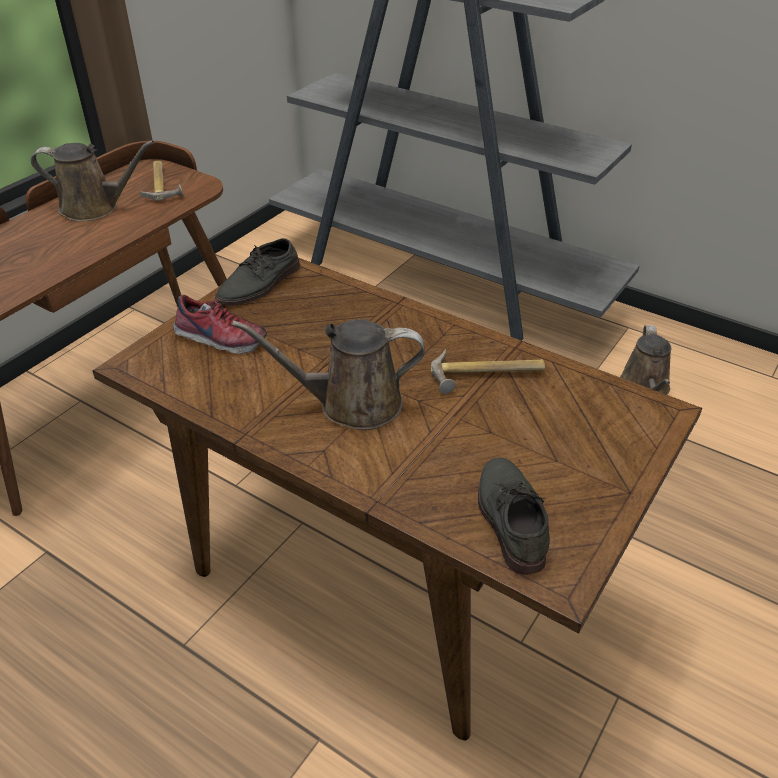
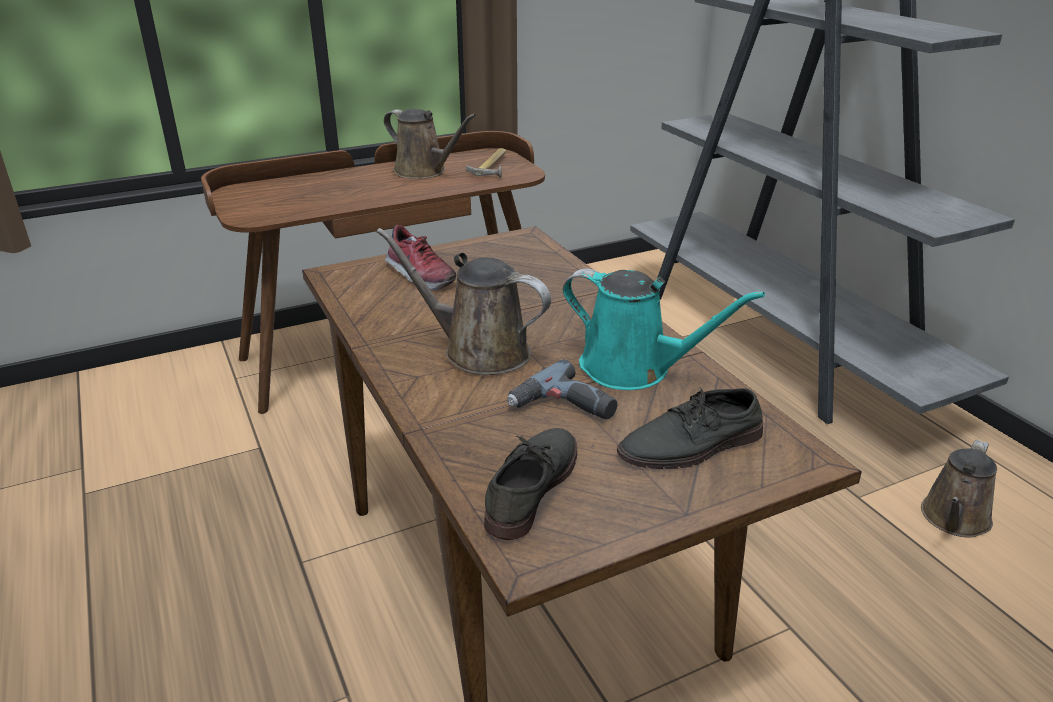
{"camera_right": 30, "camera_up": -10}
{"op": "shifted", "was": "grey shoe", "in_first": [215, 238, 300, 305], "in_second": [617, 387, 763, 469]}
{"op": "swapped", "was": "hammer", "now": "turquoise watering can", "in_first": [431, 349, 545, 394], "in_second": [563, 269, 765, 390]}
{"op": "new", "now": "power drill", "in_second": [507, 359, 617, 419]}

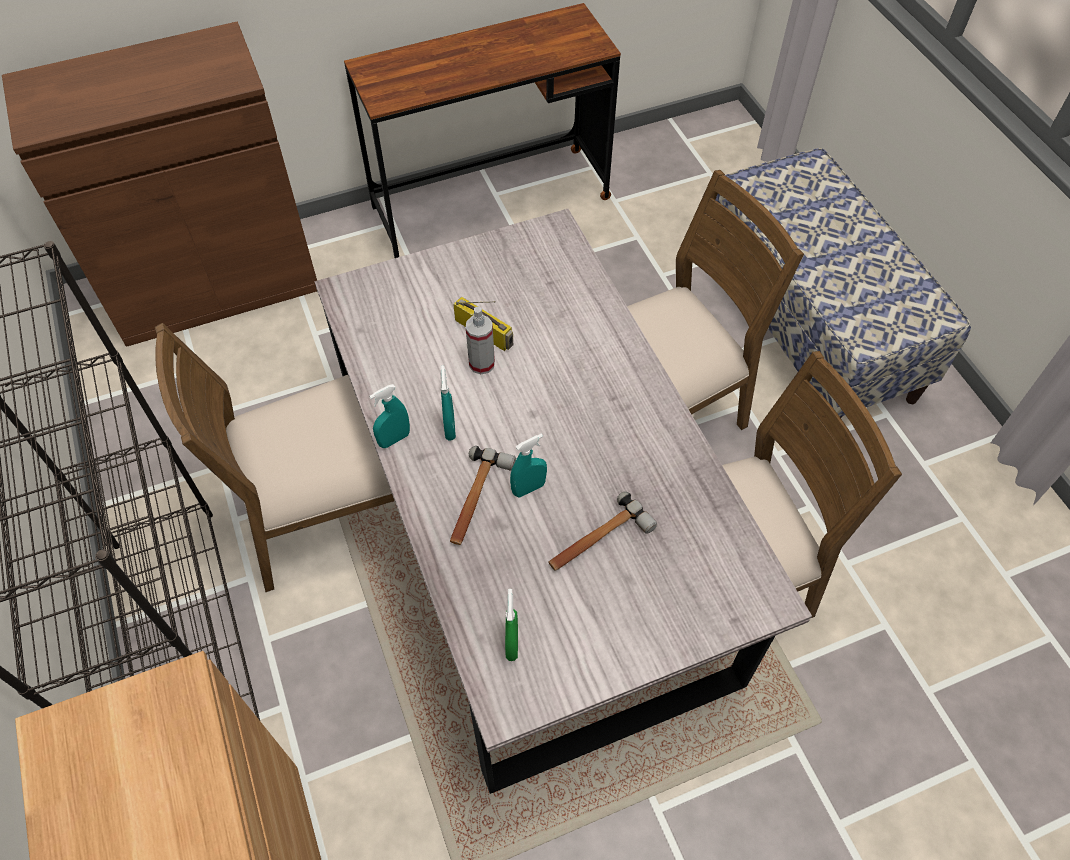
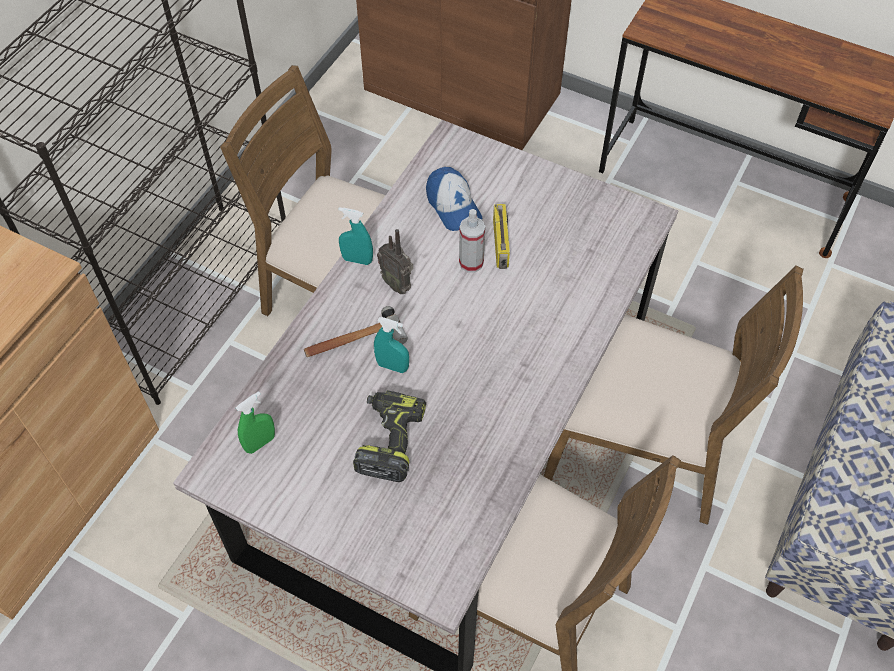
{"camera_right": 50, "camera_up": 0}
{"op": "swapped", "was": "turquoise spray bottle", "now": "radio", "in_first": [440, 365, 456, 441], "in_second": [377, 229, 413, 294]}
{"op": "swapped", "was": "hammer", "now": "power drill", "in_first": [548, 491, 657, 571], "in_second": [353, 390, 426, 482]}
{"op": "new", "now": "cap", "in_second": [426, 167, 483, 231]}

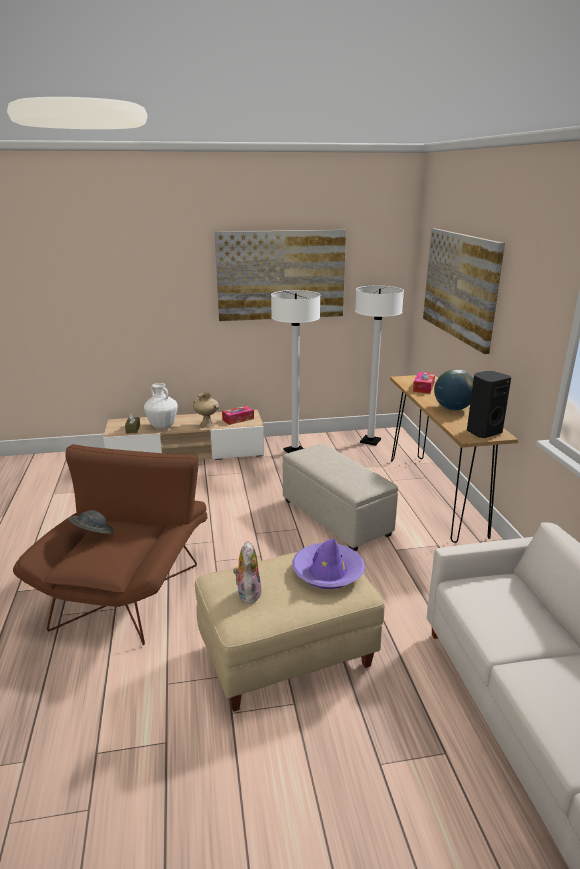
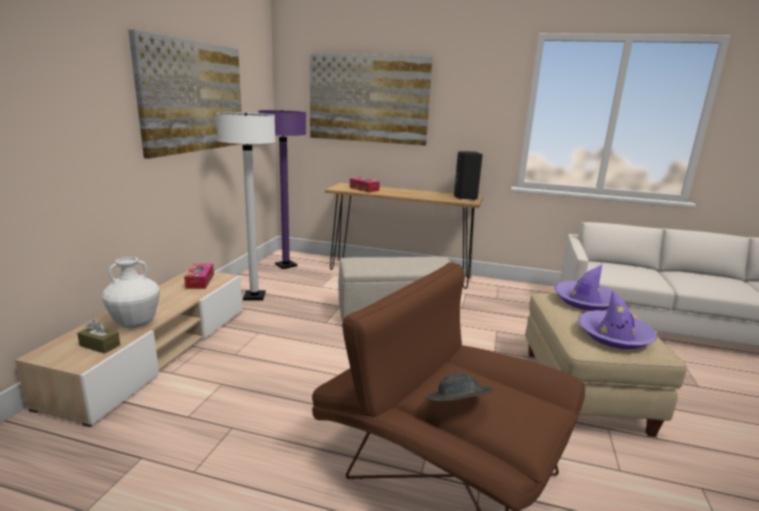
{"camera_right": -65, "camera_up": -5}
{"op": "repainted", "was": "white floor lamp", "now": "purple floor lamp", "in_first": [355, 286, 404, 446], "in_second": [258, 110, 306, 269]}
{"op": "gone", "was": "globe", "in_first": [434, 369, 473, 410]}
{"op": "gone", "was": "beige vase", "in_first": [193, 392, 219, 428]}
{"op": "swapped", "was": "plush toy", "now": "purple hat", "in_first": [233, 541, 262, 604], "in_second": [578, 290, 657, 349]}

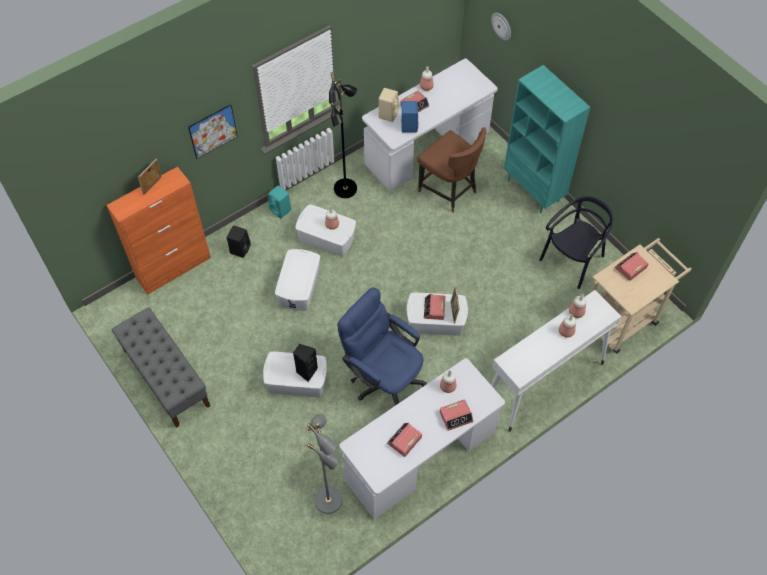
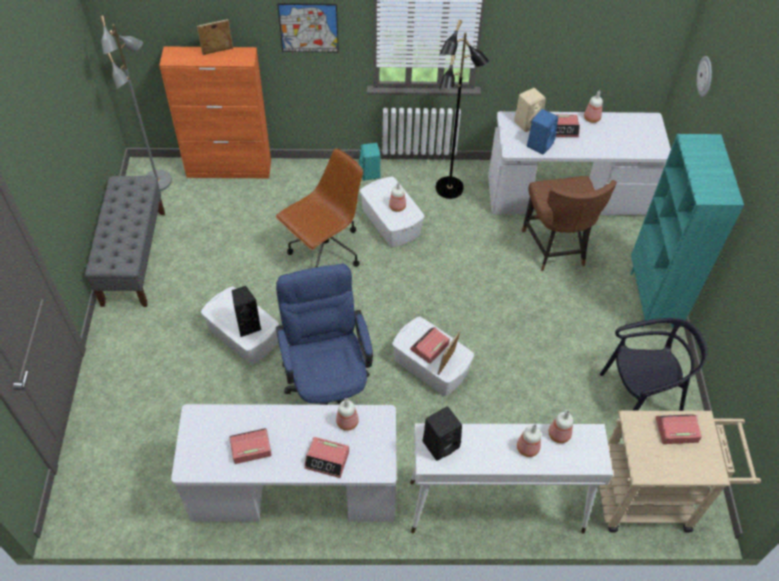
{"camera_right": 35, "camera_up": -5}
{"op": "shifted", "was": "black speaker", "in_first": [227, 225, 251, 258], "in_second": [423, 407, 462, 461]}
{"op": "swapped", "was": "white storage box", "now": "brown office chair", "in_first": [275, 249, 320, 311], "in_second": [276, 148, 363, 268]}
{"op": "shifted", "was": "grey floor lamp", "in_first": [307, 414, 343, 514], "in_second": [100, 15, 172, 191]}

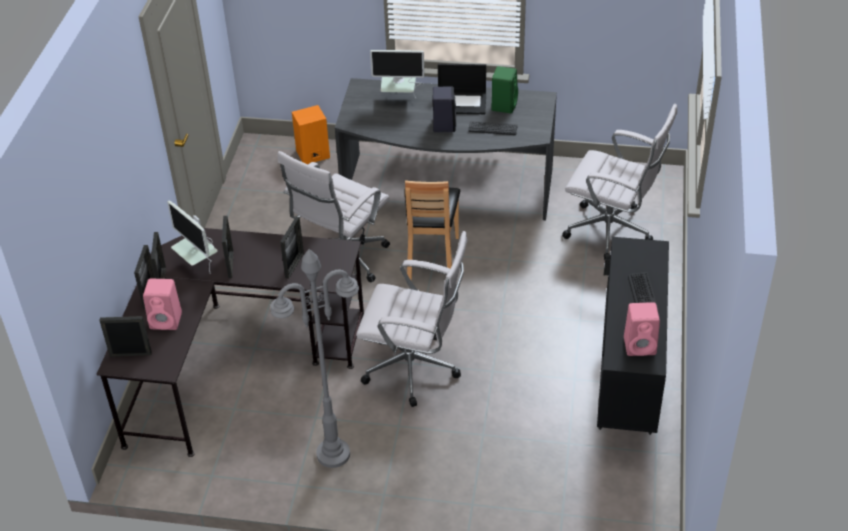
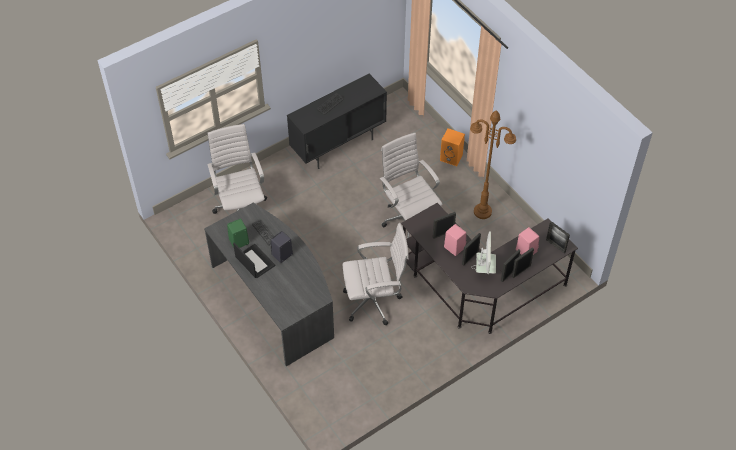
{"camera_right": -135, "camera_up": 10}
{"op": "gone", "was": "monitor", "in_first": [370, 50, 425, 99]}
{"op": "shifted", "was": "orange speaker", "in_first": [292, 105, 330, 164], "in_second": [440, 128, 465, 166]}
{"op": "gone", "was": "brown chair", "in_first": [405, 180, 460, 280]}
{"op": "repainted", "was": "grey floor lamp", "now": "brown floor lamp", "in_first": [270, 249, 359, 468], "in_second": [470, 110, 516, 219]}
{"op": "shifted", "was": "pink speaker", "in_first": [624, 302, 660, 356], "in_second": [444, 224, 466, 256]}

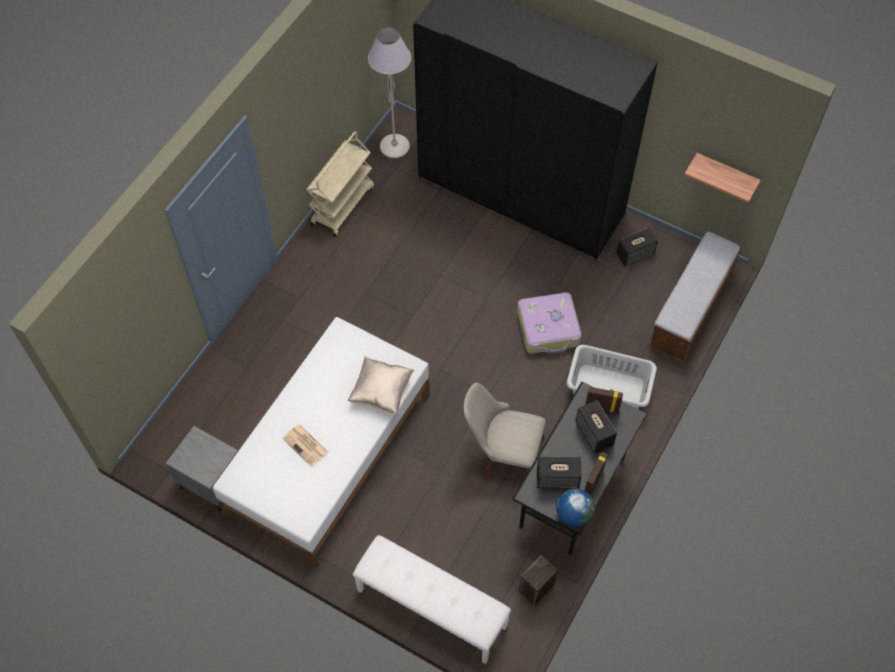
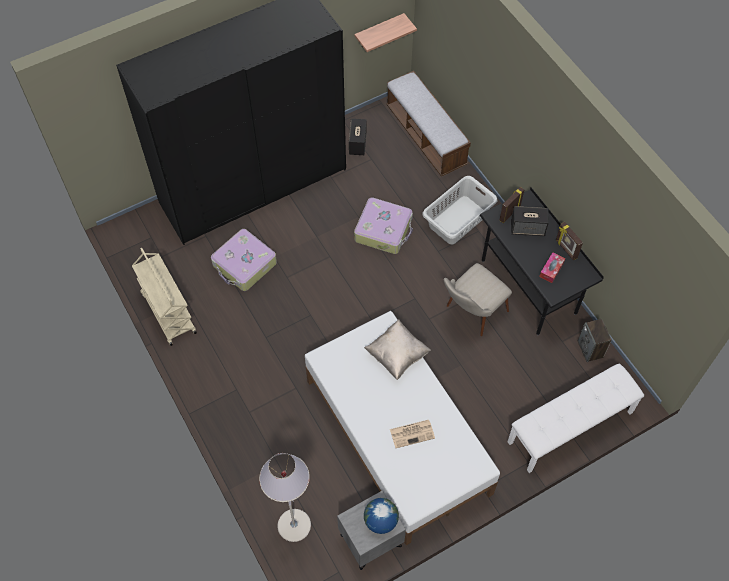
{"camera_right": -60, "camera_up": 0}
{"op": "shifted", "was": "grey floor lamp", "in_first": [368, 28, 411, 158], "in_second": [259, 453, 311, 542]}
{"op": "swapped", "was": "speaker", "now": "tissue box", "in_first": [537, 456, 581, 489], "in_second": [539, 252, 565, 283]}
{"op": "shifted", "was": "globe", "in_first": [556, 488, 595, 527], "in_second": [364, 498, 399, 534]}
{"op": "new", "now": "suitcase", "in_second": [211, 229, 277, 291]}

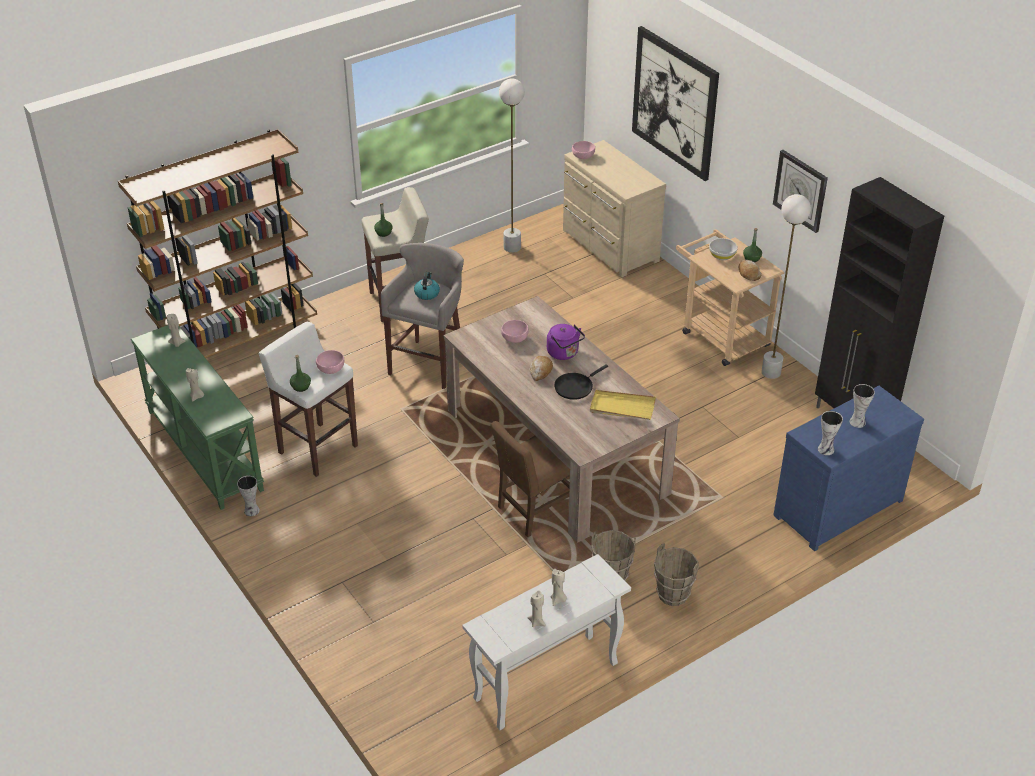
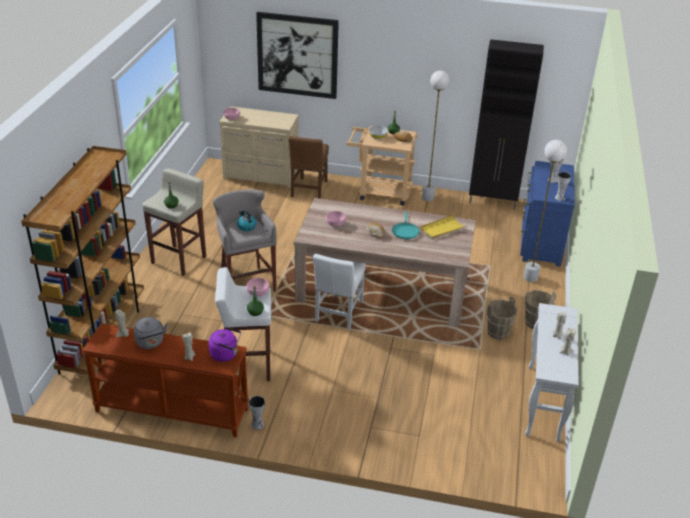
{"camera_right": -45, "camera_up": -5}
{"op": "shifted", "was": "white floor lamp", "in_first": [499, 78, 525, 253], "in_second": [524, 140, 567, 282]}
{"op": "gone", "was": "wall clock", "in_first": [773, 150, 828, 233]}
{"op": "shifted", "was": "purple kettle", "in_first": [547, 324, 585, 360], "in_second": [208, 327, 241, 362]}
{"op": "repainted", "was": "green console table", "now": "brown console table", "in_first": [131, 325, 264, 510], "in_second": [82, 323, 249, 437]}
{"op": "repainted", "was": "black frying pan", "now": "turquoise frying pan", "in_first": [554, 364, 608, 400], "in_second": [392, 212, 419, 239]}
{"op": "shifted", "was": "brown chair", "in_first": [490, 421, 570, 537], "in_second": [288, 136, 329, 199]}
{"op": "new", "now": "white chair", "in_second": [313, 254, 366, 330]}
{"op": "new", "now": "grey kettle", "in_second": [134, 317, 168, 349]}

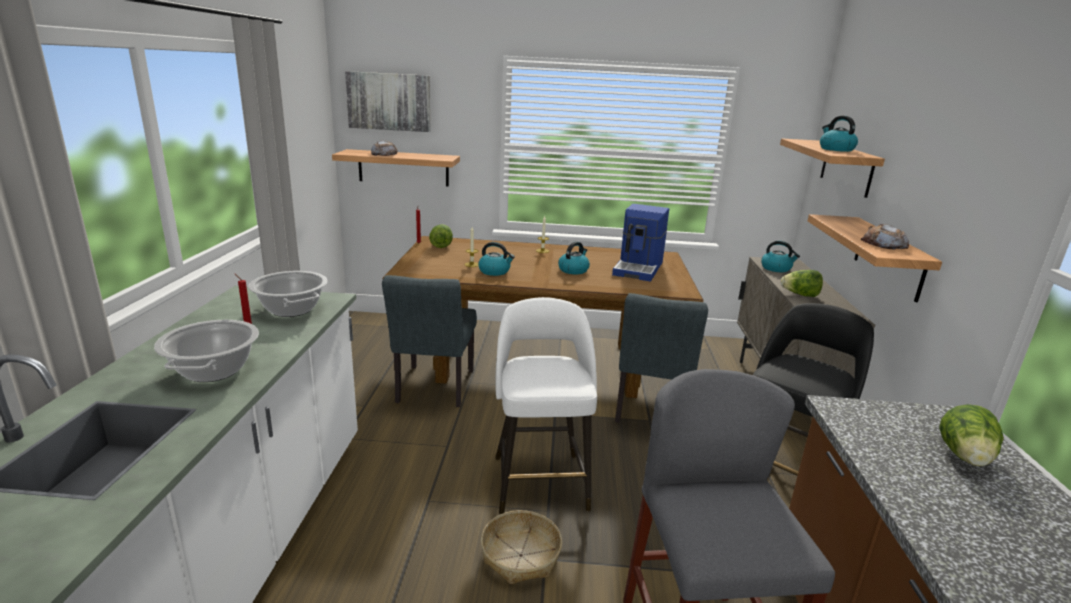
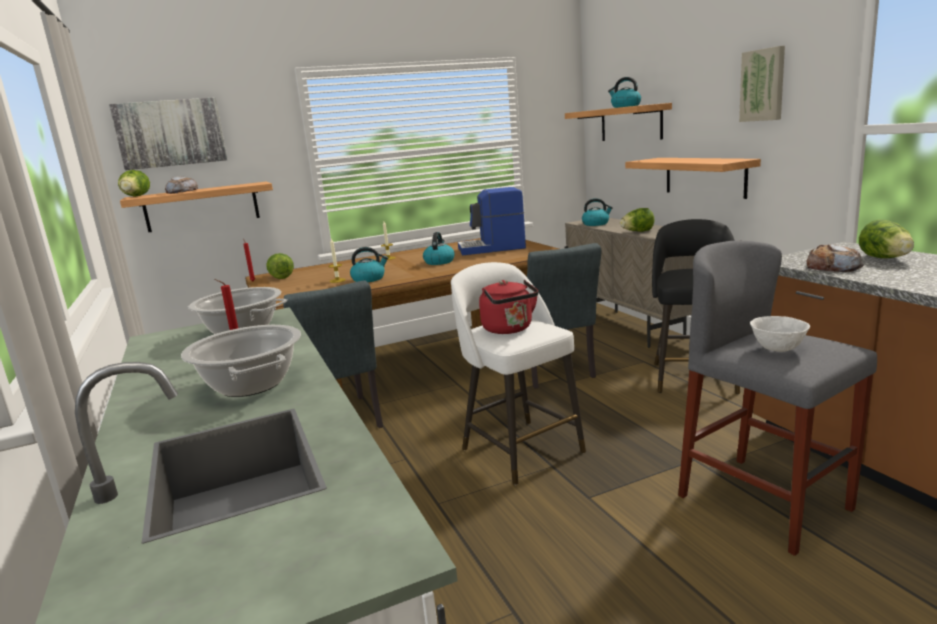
{"camera_right": -25, "camera_up": -5}
{"op": "rotated", "was": "coffee machine", "in_first": [612, 204, 669, 282], "in_second": [458, 187, 526, 255], "clockwise": 90}
{"op": "shifted", "was": "bread", "in_first": [861, 224, 909, 250], "in_second": [806, 244, 864, 272]}
{"op": "gone", "was": "basket", "in_first": [481, 510, 562, 585]}
{"op": "new", "now": "picture", "in_second": [739, 46, 785, 122]}
{"op": "new", "now": "lettuce", "in_second": [118, 170, 150, 197]}
{"op": "new", "now": "red kettle", "in_second": [479, 280, 539, 334]}
{"op": "new", "now": "white bowl", "in_second": [750, 316, 810, 352]}

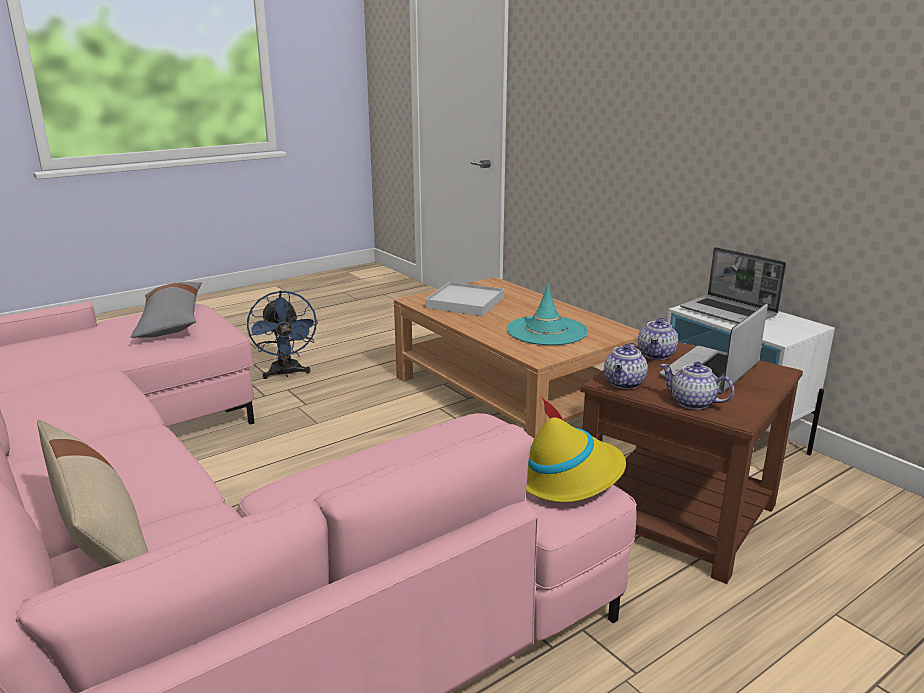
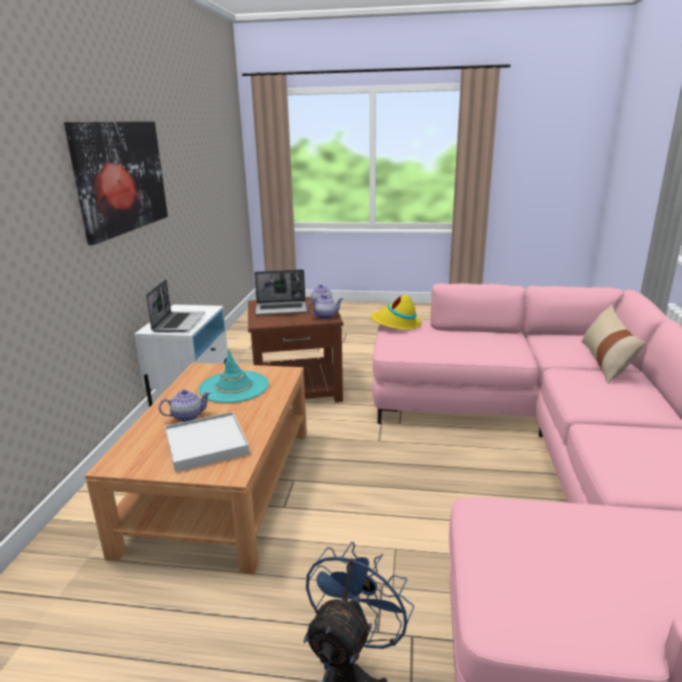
{"camera_right": -135, "camera_up": 0}
{"op": "gone", "was": "grey pillow", "in_first": [131, 282, 202, 338]}
{"op": "shifted", "was": "teapot", "in_first": [638, 317, 678, 360], "in_second": [159, 390, 211, 422]}
{"op": "new", "now": "picture", "in_second": [64, 121, 168, 245]}

